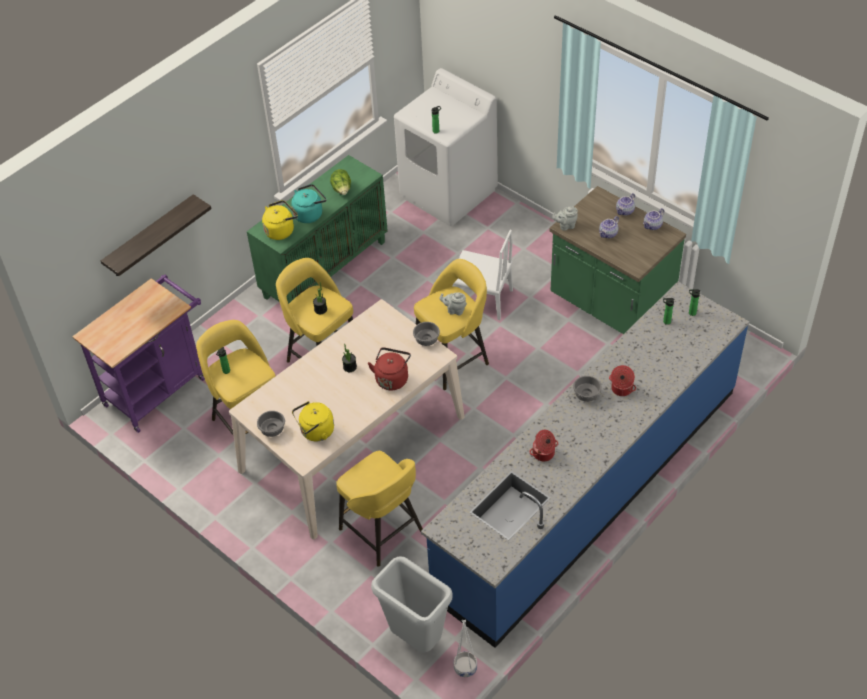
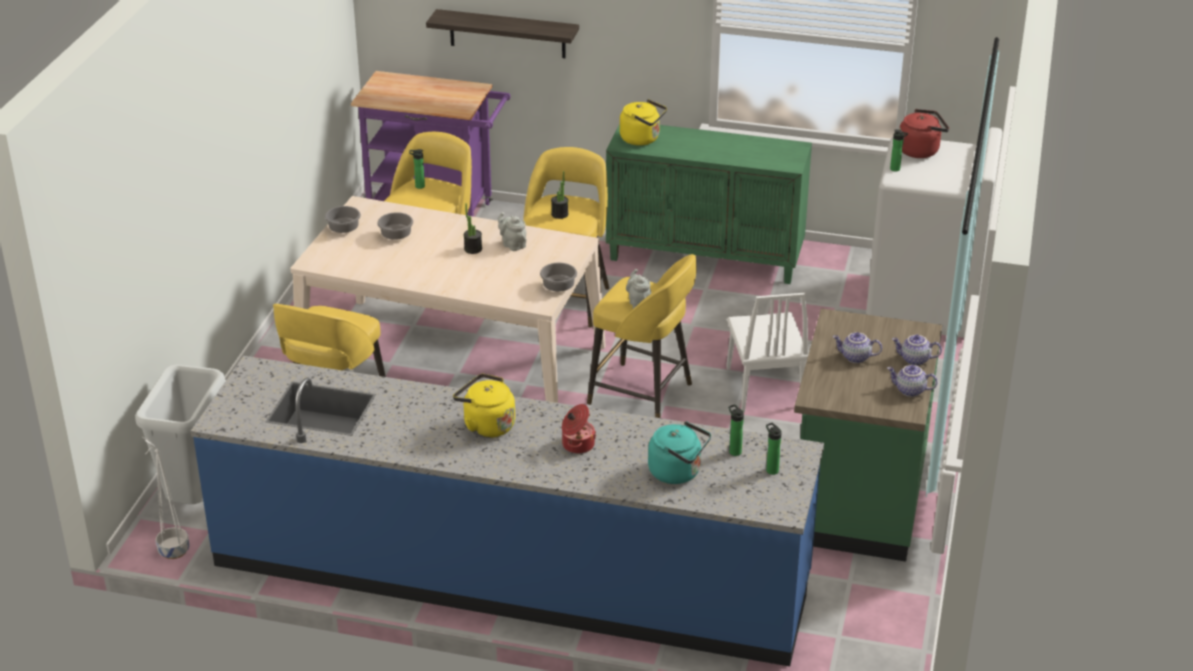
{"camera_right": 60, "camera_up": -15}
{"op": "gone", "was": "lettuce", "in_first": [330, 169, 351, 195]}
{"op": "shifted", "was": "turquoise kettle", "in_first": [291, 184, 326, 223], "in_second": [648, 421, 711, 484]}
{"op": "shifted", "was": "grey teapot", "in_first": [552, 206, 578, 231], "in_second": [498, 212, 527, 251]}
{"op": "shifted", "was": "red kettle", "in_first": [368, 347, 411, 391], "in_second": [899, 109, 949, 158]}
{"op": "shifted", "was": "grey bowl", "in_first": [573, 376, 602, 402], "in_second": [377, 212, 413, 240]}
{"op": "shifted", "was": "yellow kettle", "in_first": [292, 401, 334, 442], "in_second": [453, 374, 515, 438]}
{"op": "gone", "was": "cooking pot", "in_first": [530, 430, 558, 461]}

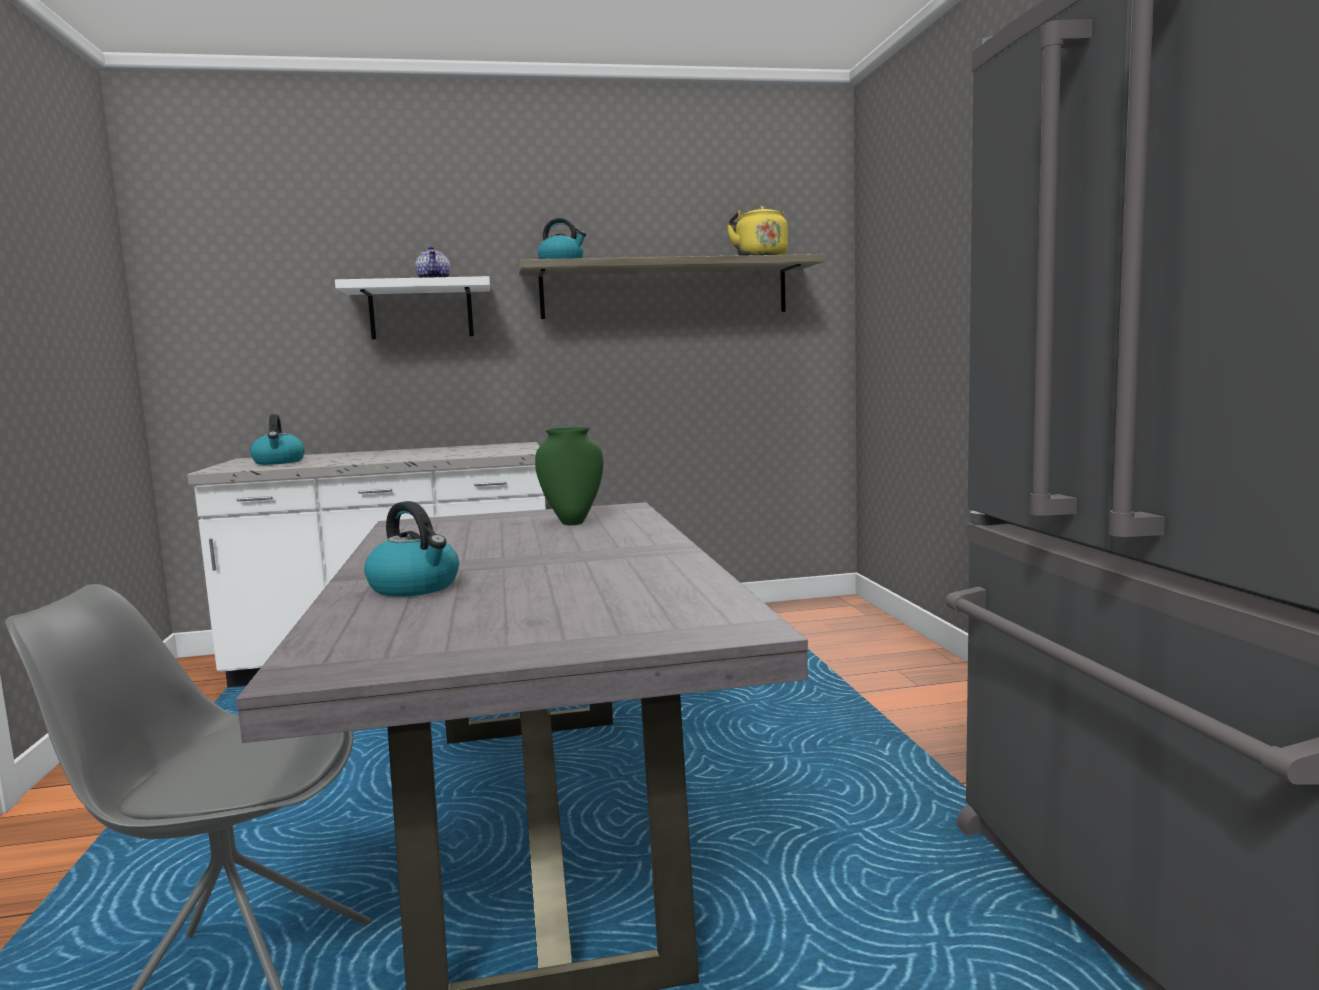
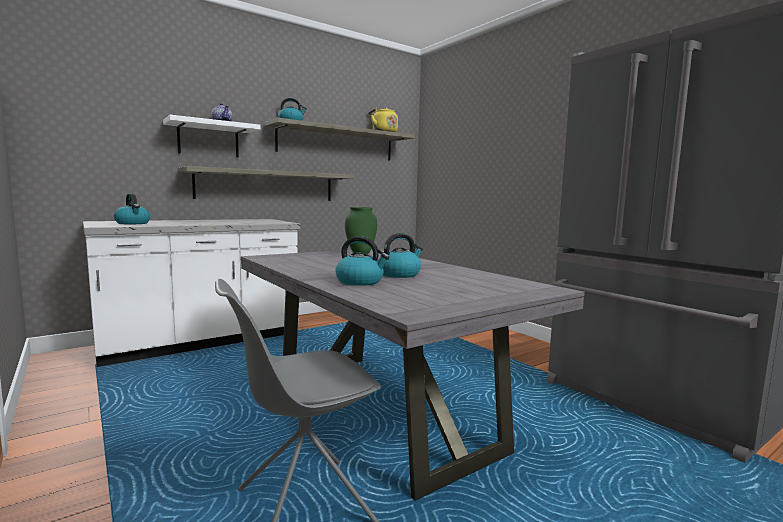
{"camera_right": -25, "camera_up": 0}
{"op": "new", "now": "shelf", "in_second": [179, 166, 354, 201]}
{"op": "new", "now": "kettle", "in_second": [383, 233, 423, 278]}

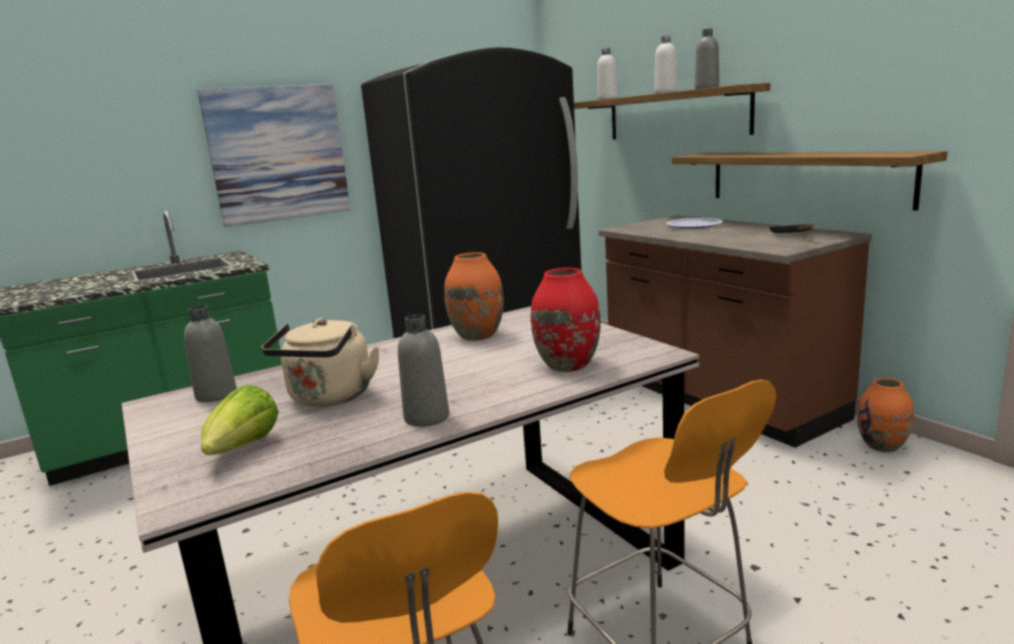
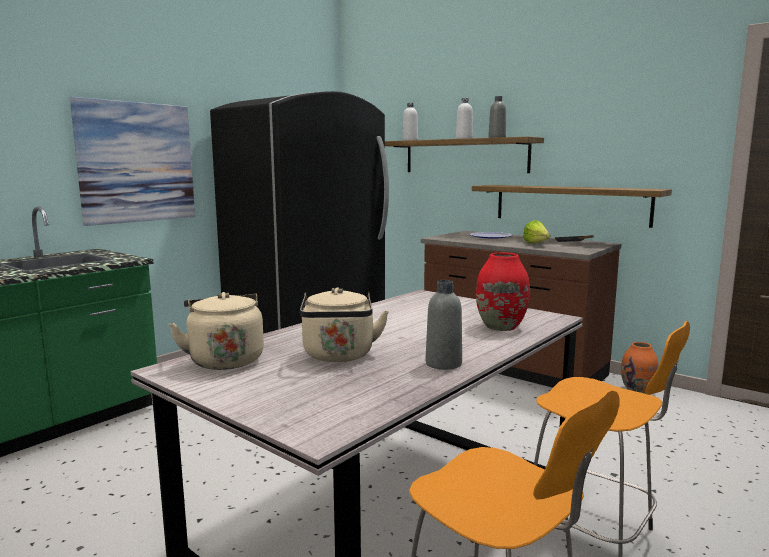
{"camera_right": -20, "camera_up": -5}
{"op": "gone", "was": "orange vase", "in_first": [444, 252, 504, 341]}
{"op": "swapped", "was": "grey bottle", "now": "beige kettle", "in_first": [184, 305, 237, 402], "in_second": [168, 292, 264, 370]}
{"op": "shifted", "was": "lettuce", "in_first": [201, 385, 279, 455], "in_second": [523, 220, 551, 244]}

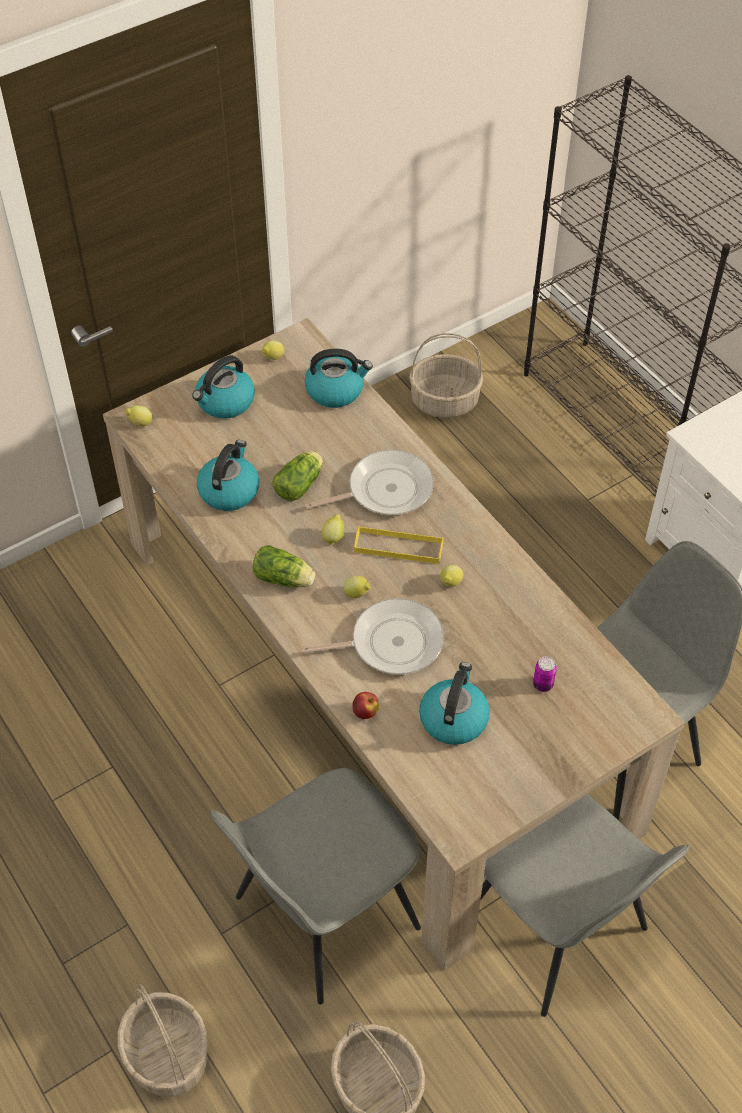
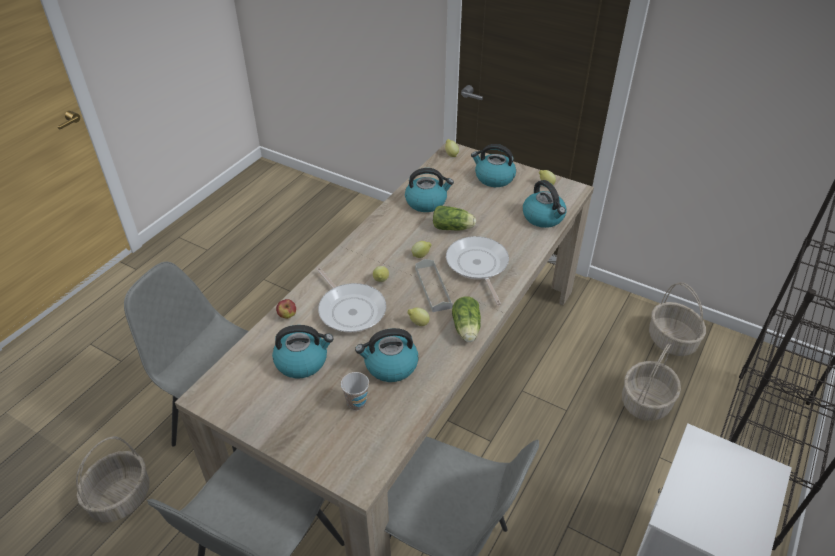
{"camera_right": 65, "camera_up": -10}
{"op": "rotated", "was": "frying pan", "in_first": [306, 450, 434, 515], "in_second": [446, 236, 509, 305], "clockwise": -150}
{"op": "repainted", "was": "yellow tray", "now": "grey tray", "in_first": [354, 526, 444, 564], "in_second": [415, 259, 453, 312]}
{"op": "shifted", "was": "lettuce", "in_first": [253, 545, 315, 587], "in_second": [452, 296, 481, 342]}
{"op": "swapped", "was": "can", "now": "cup", "in_first": [533, 656, 557, 692], "in_second": [341, 372, 369, 411]}
{"op": "shifted", "was": "basket", "in_first": [118, 984, 208, 1097], "in_second": [622, 344, 681, 421]}
{"op": "new", "now": "kettle", "in_second": [355, 328, 418, 382]}

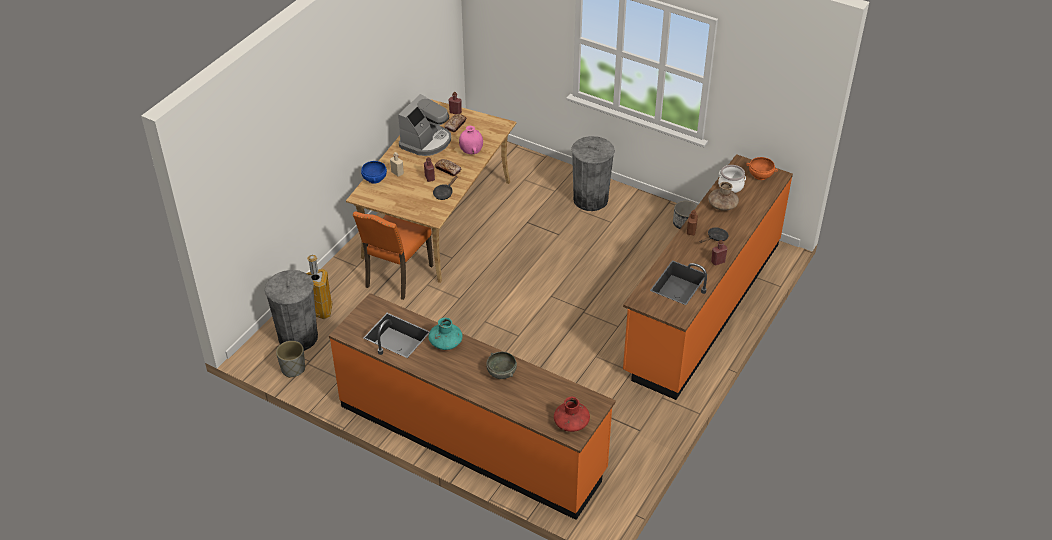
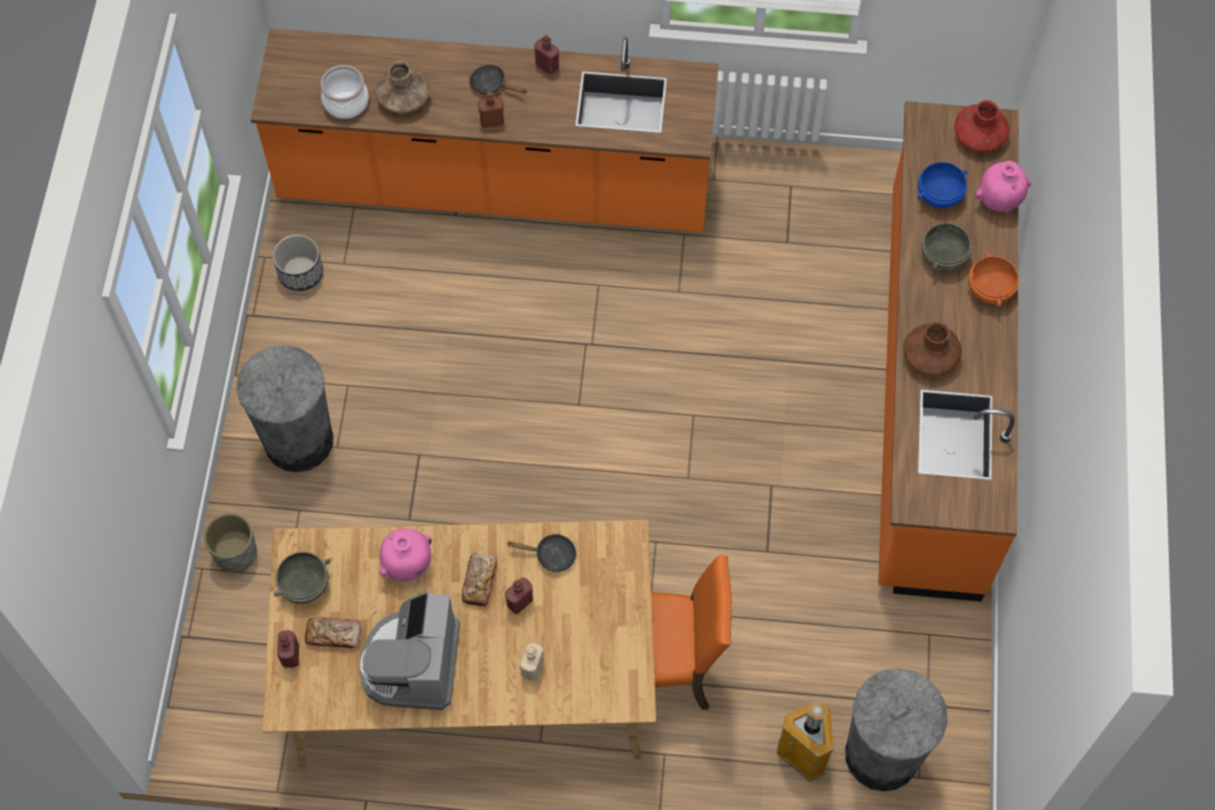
{"camera_right": -115, "camera_up": 20}
{"op": "rotated", "was": "coffee machine", "in_first": [398, 94, 451, 156], "in_second": [359, 592, 460, 710], "clockwise": -90}
{"op": "shifted", "was": "orange bowl", "in_first": [746, 157, 778, 180], "in_second": [968, 253, 1019, 307]}
{"op": "shifted", "was": "blue bowl", "in_first": [361, 161, 387, 184], "in_second": [918, 162, 967, 208]}
{"op": "repainted", "was": "turquoise vase", "now": "brown vase", "in_first": [428, 318, 463, 350], "in_second": [903, 322, 962, 376]}
{"op": "shifted", "was": "grey planter", "in_first": [276, 341, 305, 378], "in_second": [204, 513, 257, 573]}
{"op": "new", "now": "pink vase", "in_second": [975, 161, 1031, 213]}
{"op": "new", "now": "grey bowl", "in_second": [274, 552, 330, 604]}

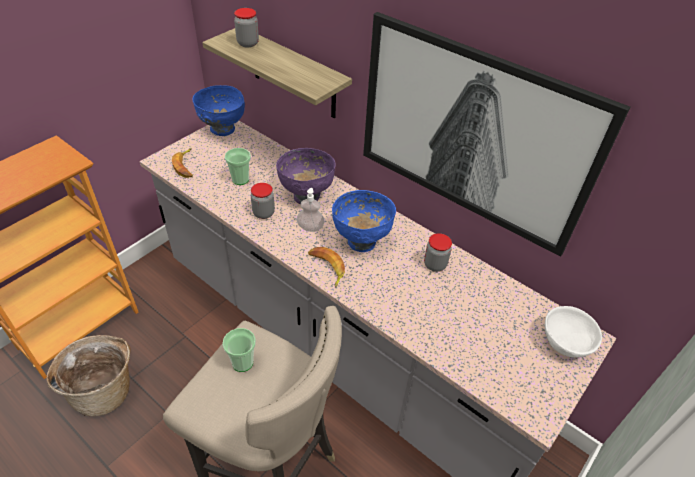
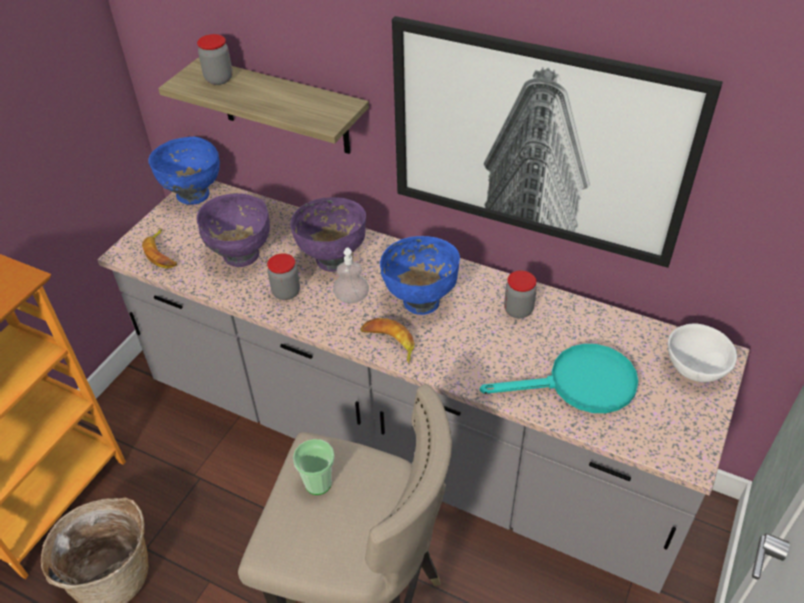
{"camera_right": -10, "camera_up": 0}
{"op": "swapped", "was": "cup", "now": "purple bowl", "in_first": [225, 148, 251, 185], "in_second": [196, 193, 270, 267]}
{"op": "new", "now": "turquoise frying pan", "in_second": [480, 344, 639, 413]}

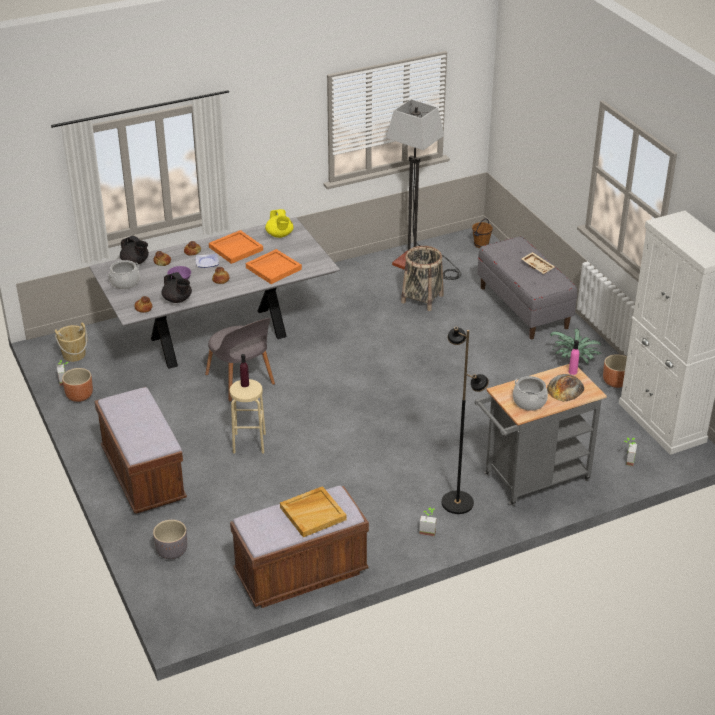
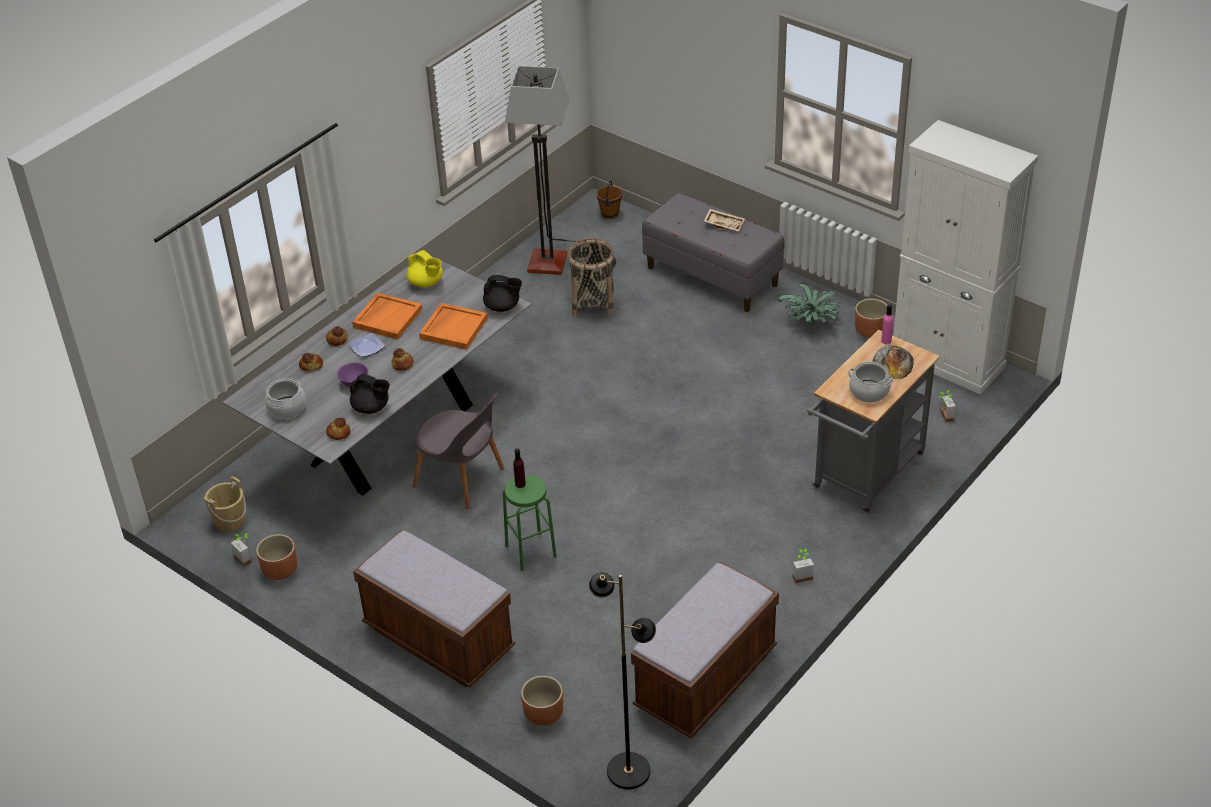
{"camera_right": -25, "camera_up": 5}
{"op": "shifted", "was": "black teapot", "in_first": [120, 236, 149, 265], "in_second": [483, 275, 522, 312]}
{"op": "shifted", "was": "black floor lamp", "in_first": [442, 327, 489, 514], "in_second": [589, 572, 656, 789]}
{"op": "repainted", "was": "beige stool", "now": "green stool", "in_first": [229, 379, 266, 454], "in_second": [503, 475, 557, 571]}
{"op": "gone", "was": "beige tray", "in_first": [280, 486, 347, 537]}
{"op": "repainted", "was": "grey planter", "now": "brown planter", "in_first": [153, 520, 187, 559], "in_second": [521, 676, 563, 726]}

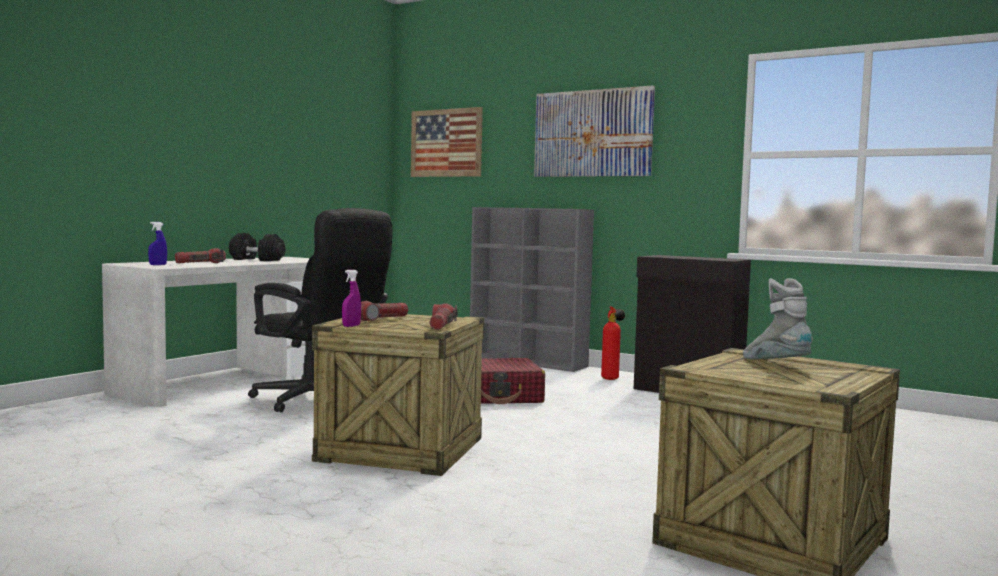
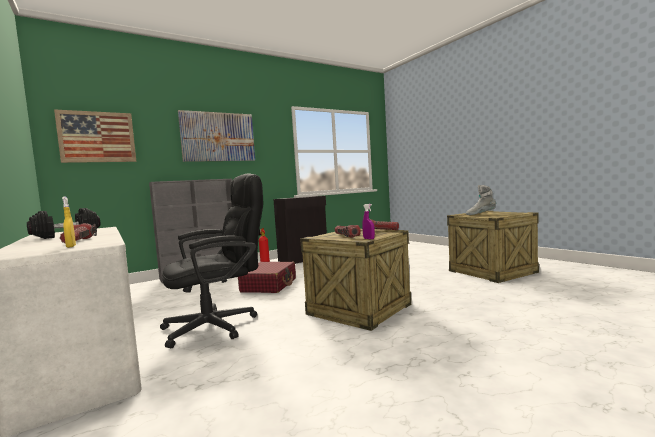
{"camera_right": -65, "camera_up": 0}
{"op": "repainted", "was": "blue spray bottle", "now": "yellow spray bottle", "in_first": [148, 222, 167, 265], "in_second": [62, 196, 76, 248]}

